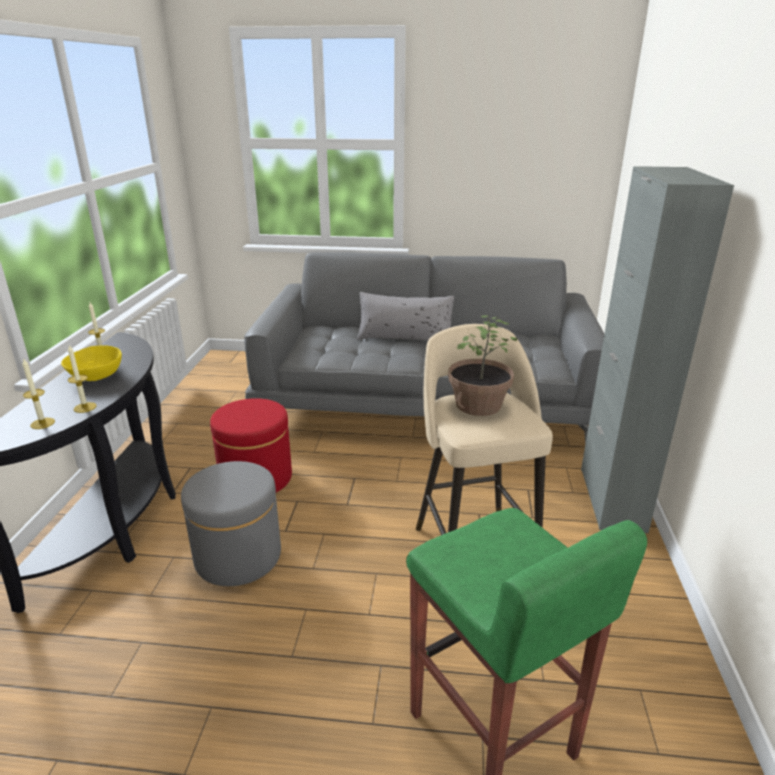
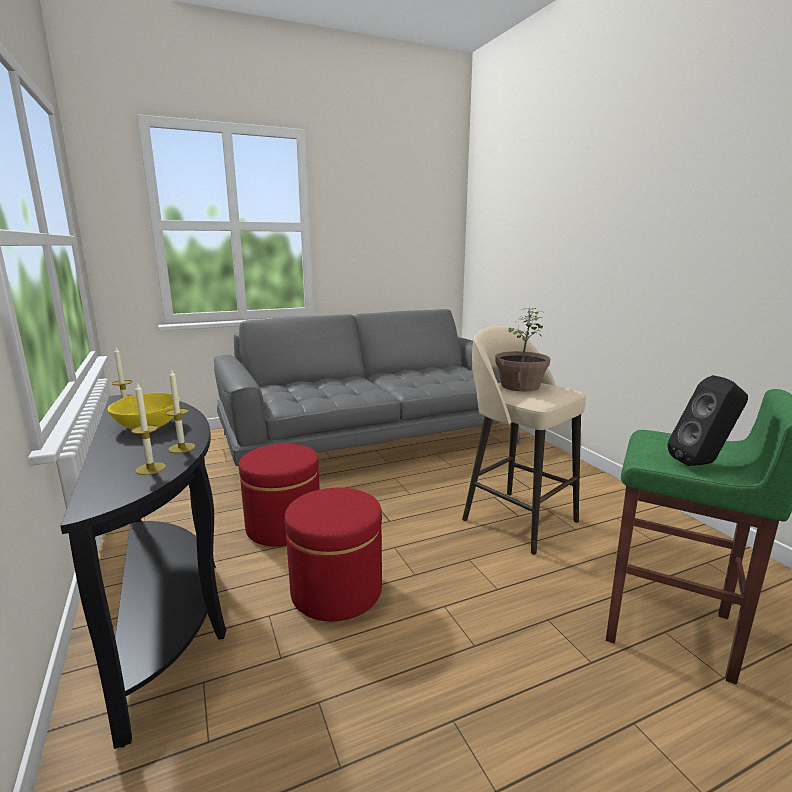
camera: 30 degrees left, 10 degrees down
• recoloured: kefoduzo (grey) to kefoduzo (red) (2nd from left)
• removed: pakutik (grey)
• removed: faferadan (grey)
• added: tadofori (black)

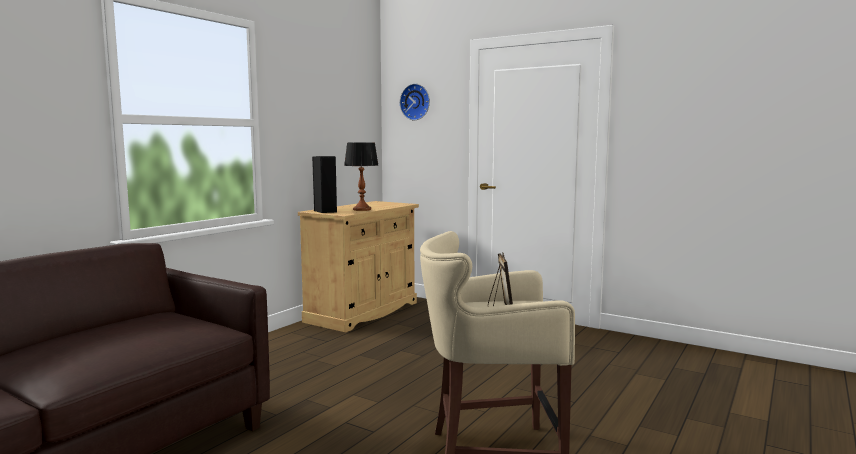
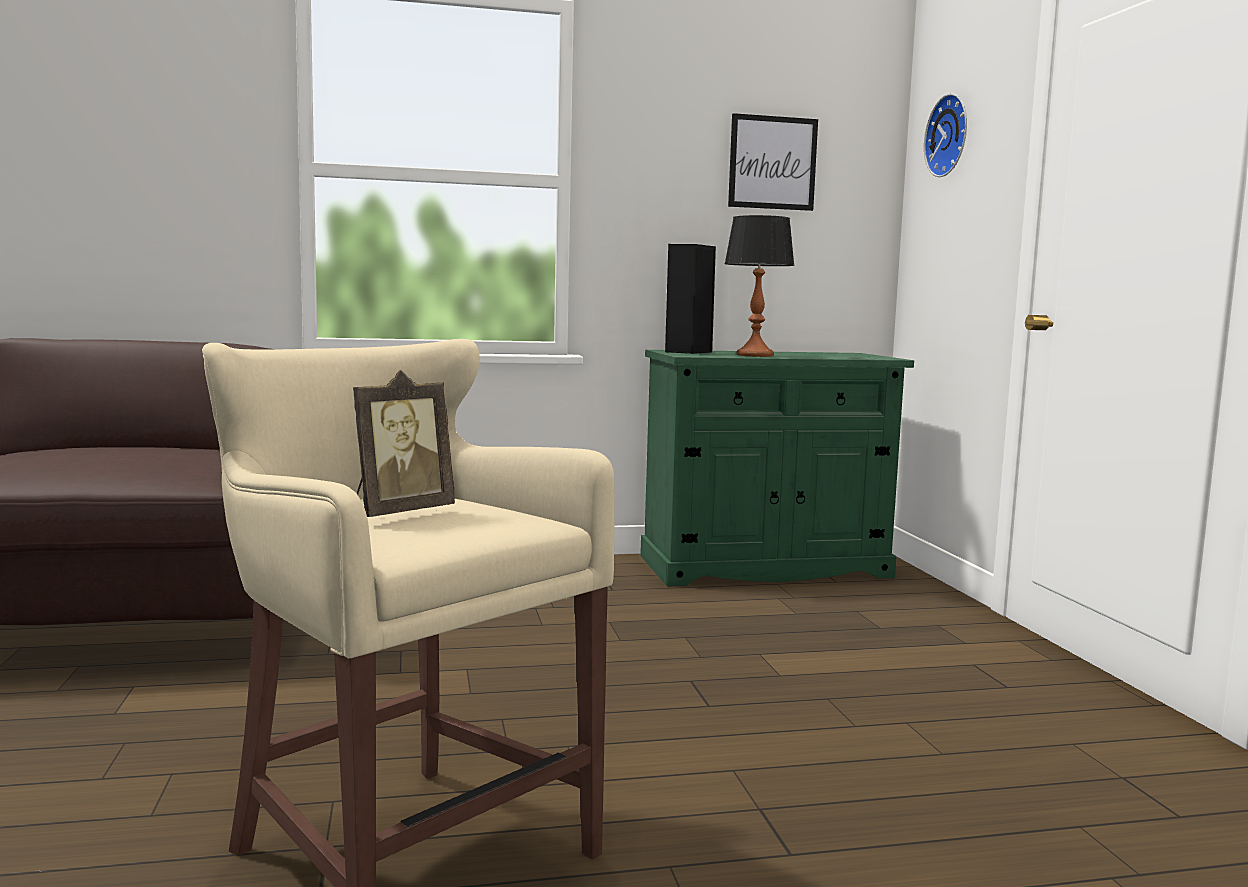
camera: 45 degrees right, 0 degrees up
• recoloured: faferadan (beige) to faferadan (green)
• added: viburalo

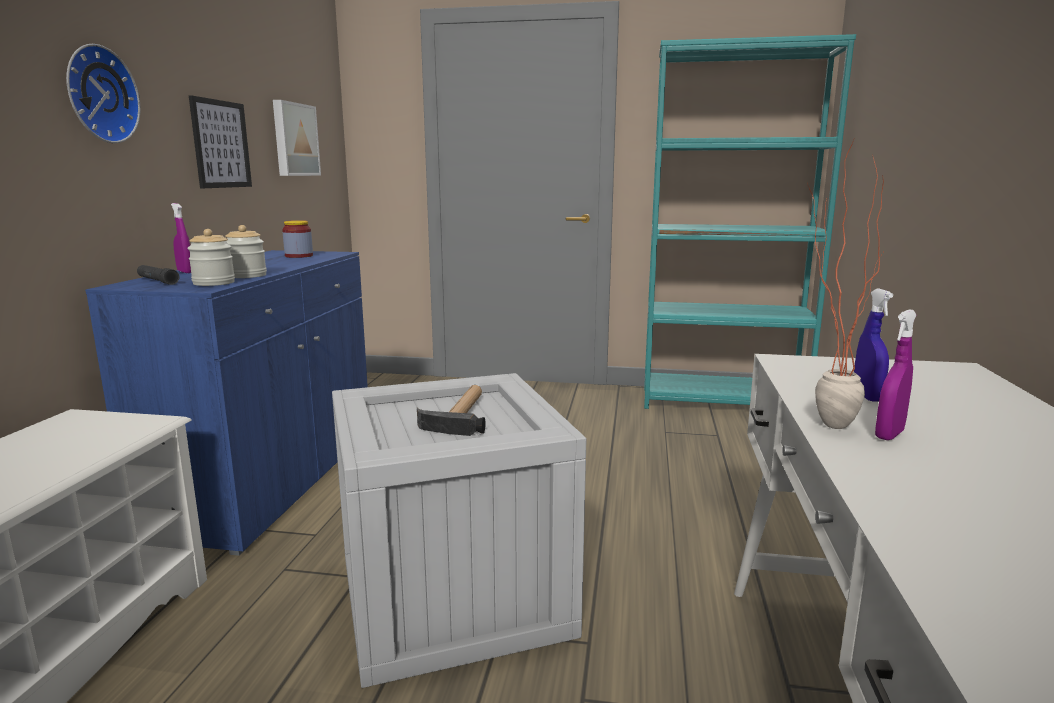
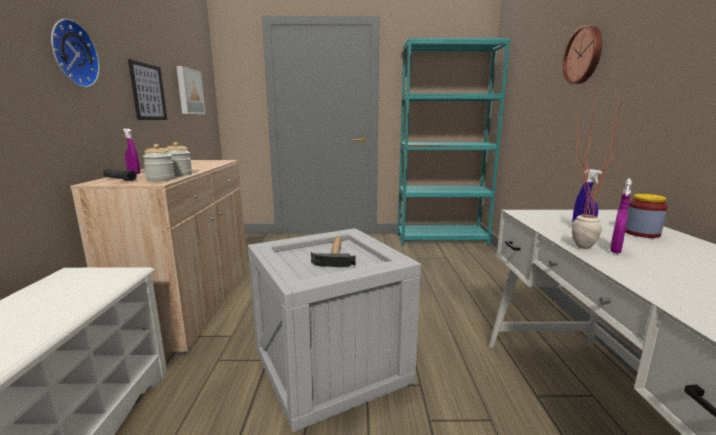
camera: 10 degrees left, 0 degrees up
• recoloured: faferadan (blue) to faferadan (beige)
• moved: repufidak (3rd from left)
• added: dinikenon (2nd from left)

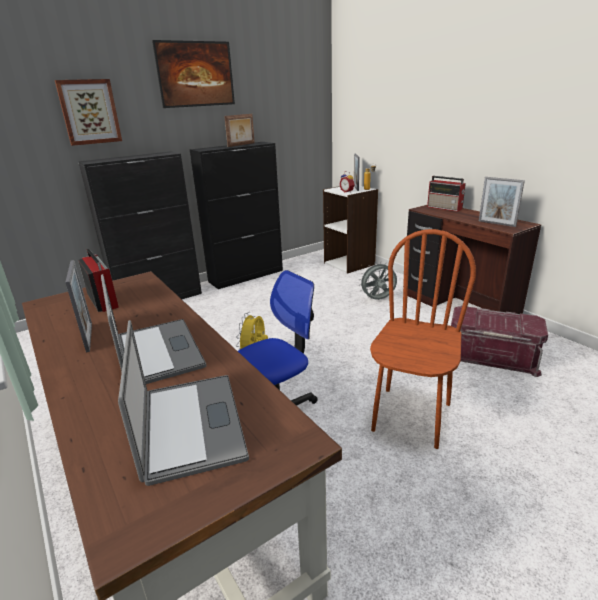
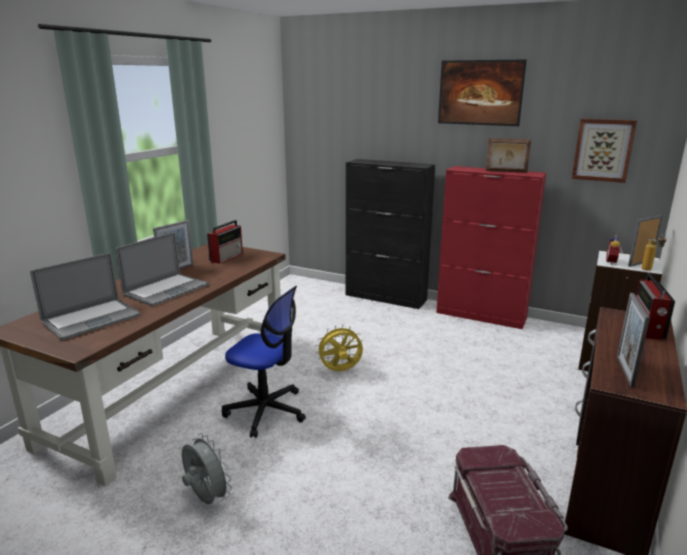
camera: 60 degrees right, 5 degrees down
• moved: viburalo (1st from left in the first image) to viburalo (2nd from left)
• recoloured: faferadan (black) (2nd from left) to faferadan (red)
• moved: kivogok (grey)
• removed: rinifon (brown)

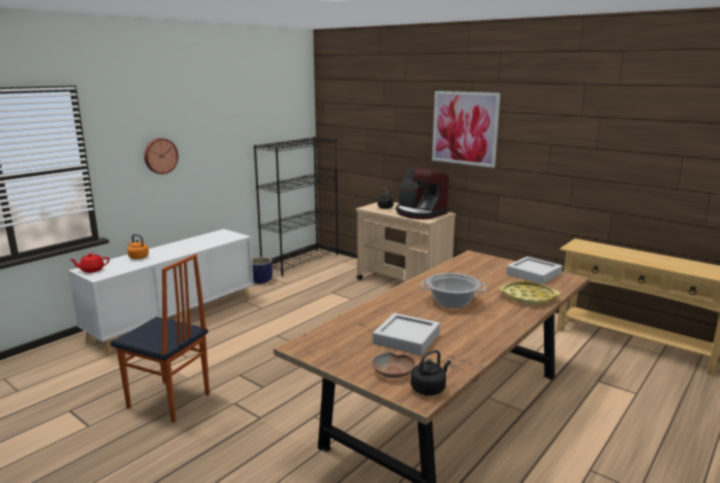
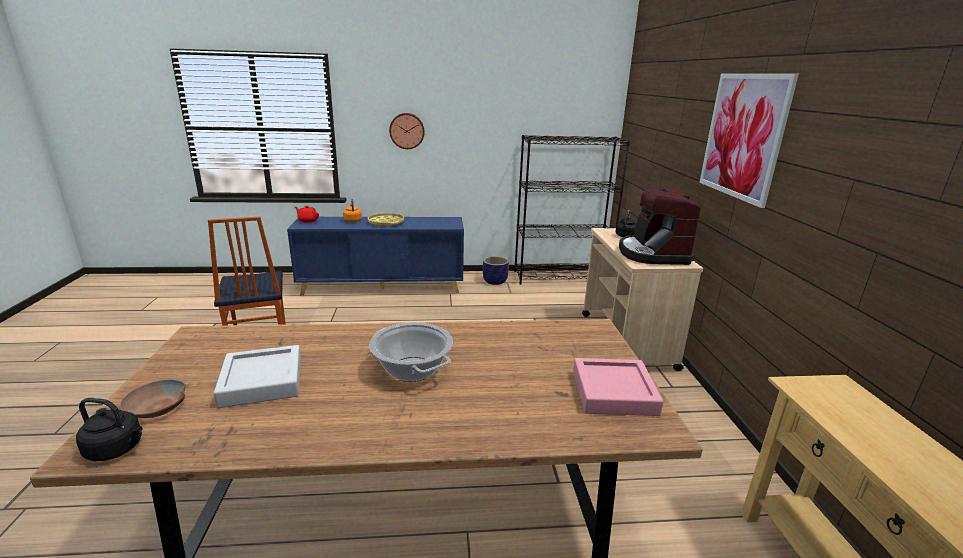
camera: 45 degrees right, 5 degrees up
• recoloured: faferadan (white) to faferadan (blue)
• moved: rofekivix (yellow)
• recoloured: rofekivix (grey) (2nd from left) to rofekivix (pink)

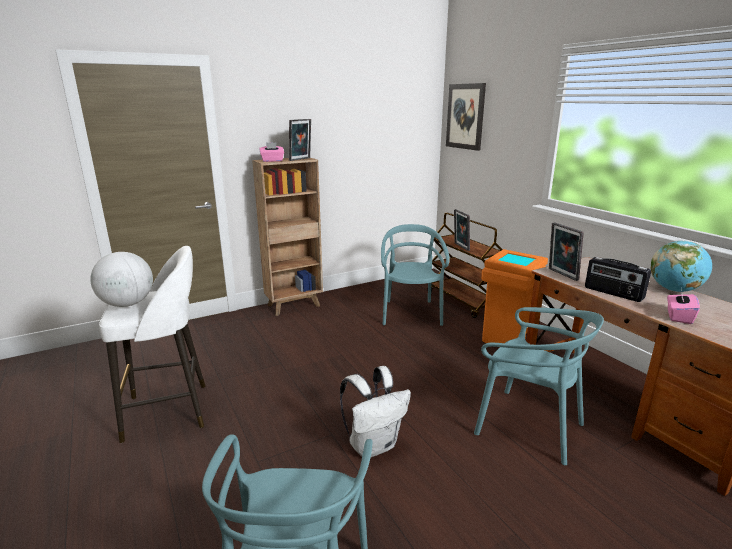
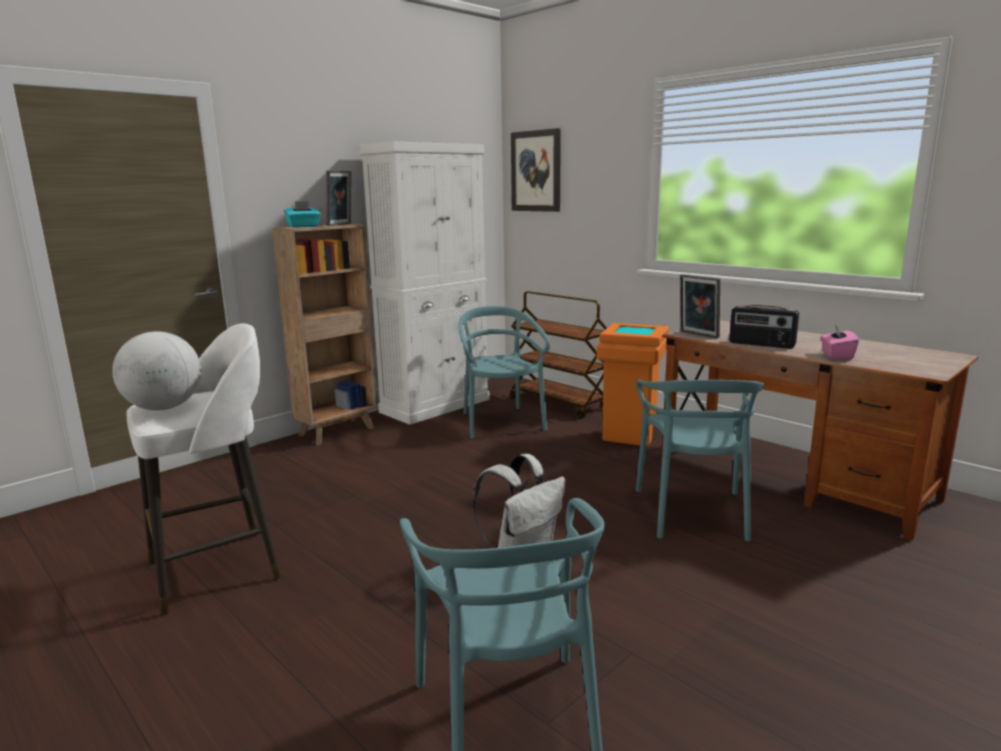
camera: 15 degrees left, 5 degrees down
• recoloured: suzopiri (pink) (1st from left) to suzopiri (turquoise)
• removed: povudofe (2nd from left)
• turned: rinifon (turquoise) (3rd from left) 75 degrees clockwise
• removed: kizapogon (2nd from left)
• added: faferadan (white)

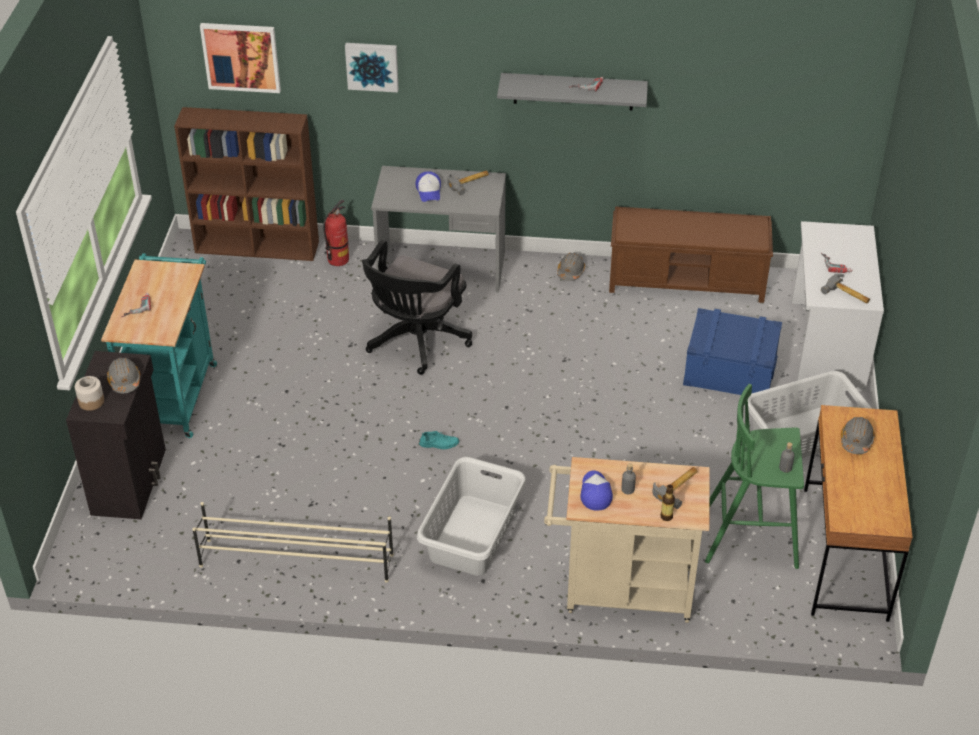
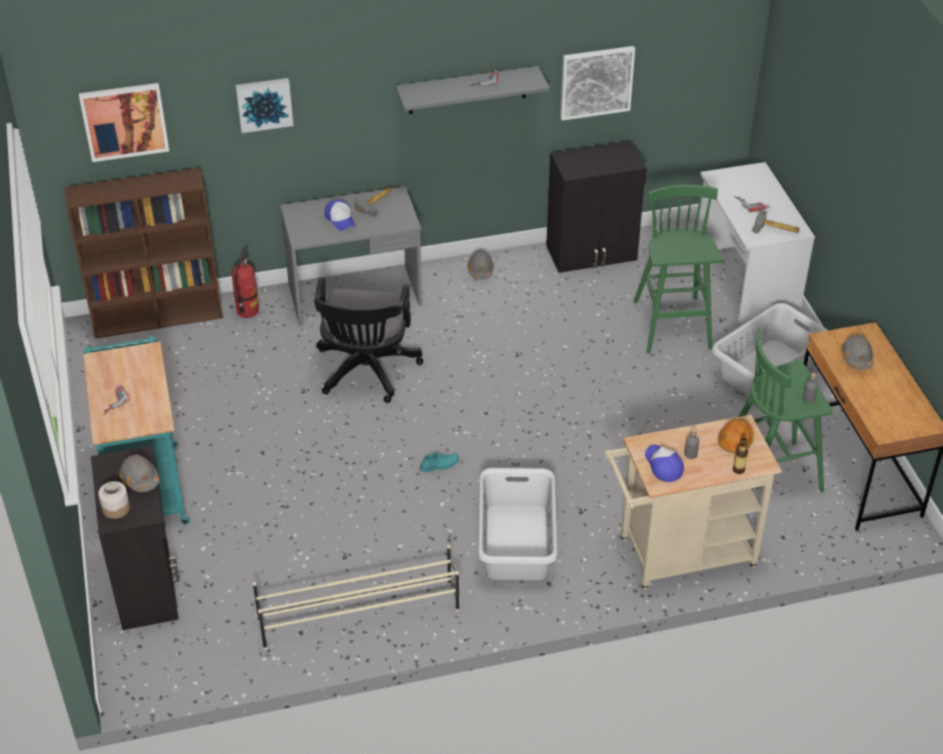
camera: 20 degrees left, 0 degrees up
• replaced: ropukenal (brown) to faferadan (black) (2nd from left)
• replaced: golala (2nd from left) to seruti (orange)
• replaced: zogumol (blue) to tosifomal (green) (1st from left)
• added: viburalo (3rd from left)

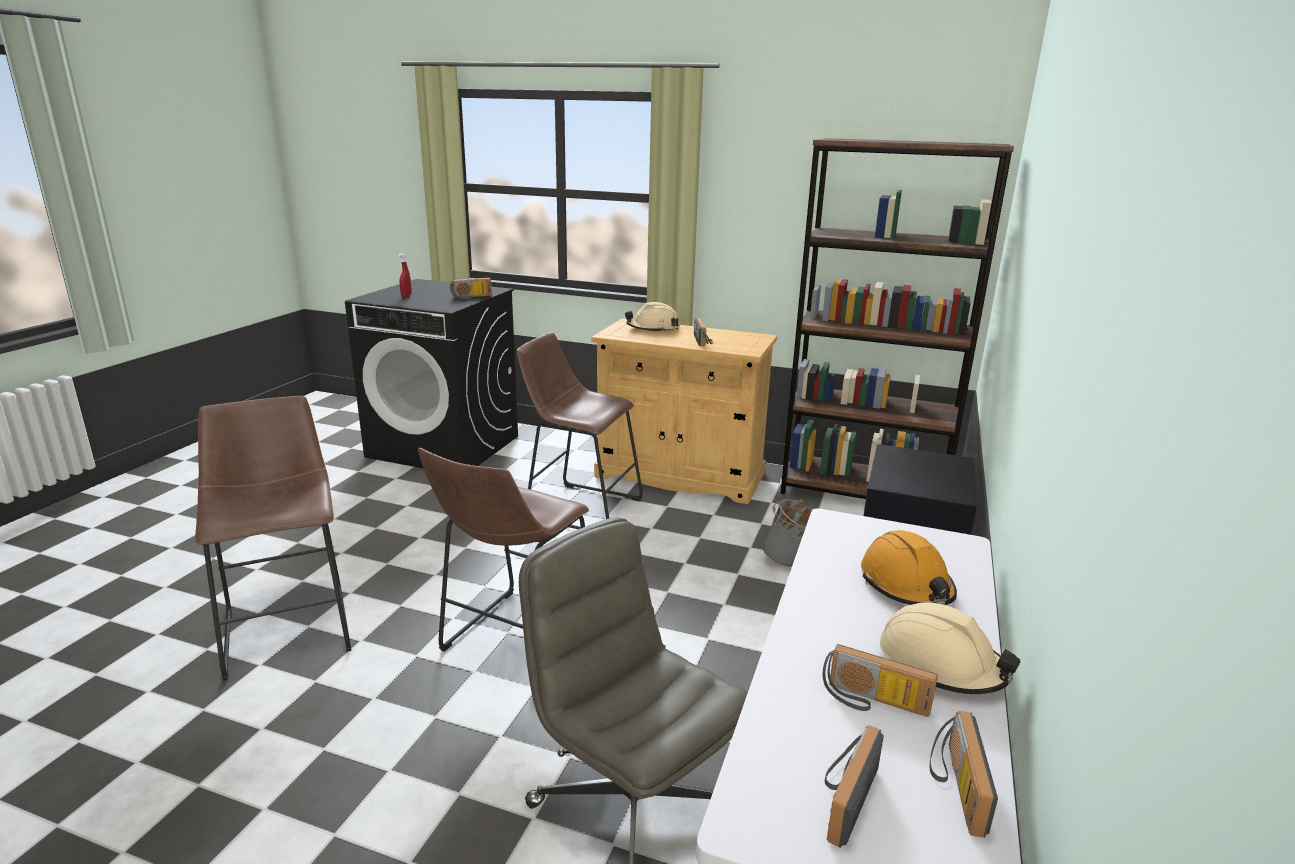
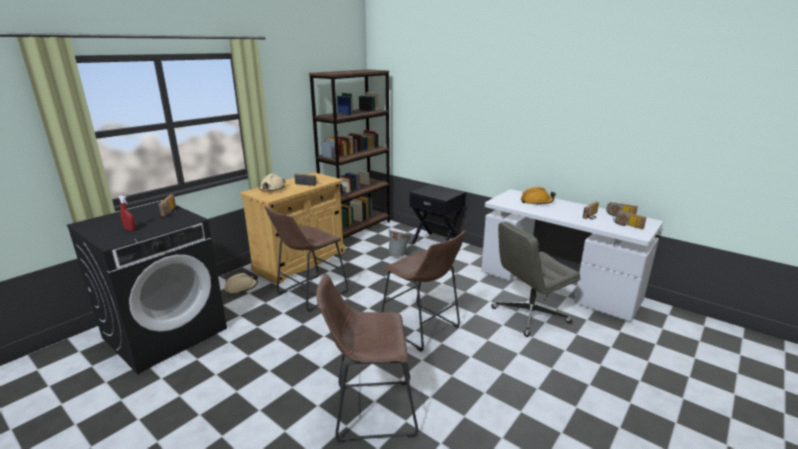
camera: 70 degrees left, 0 degrees up
• moved: seruti (beige) (2nd from left in the first image) to seruti (beige) (1st from left)

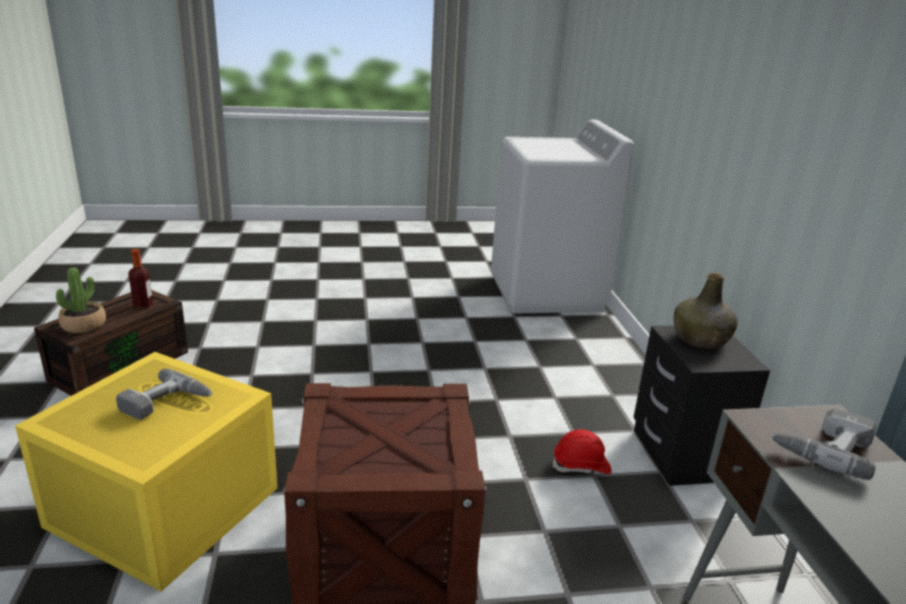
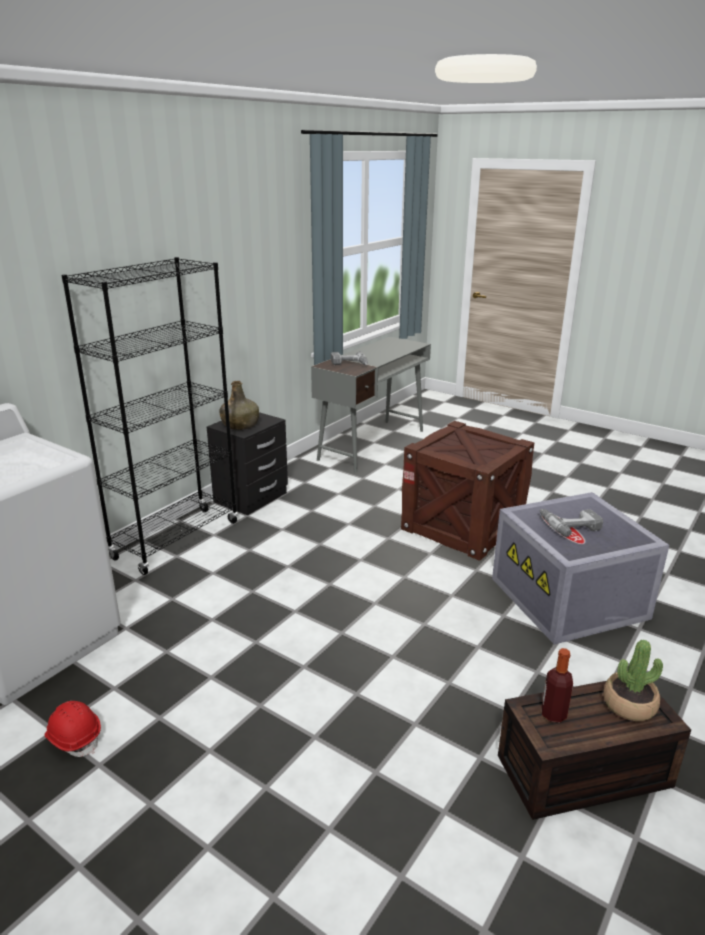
camera: 135 degrees left, 0 degrees up
• recoloured: zogumol (yellow) to zogumol (grey)
• moved: seruti (red)
• added: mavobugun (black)

